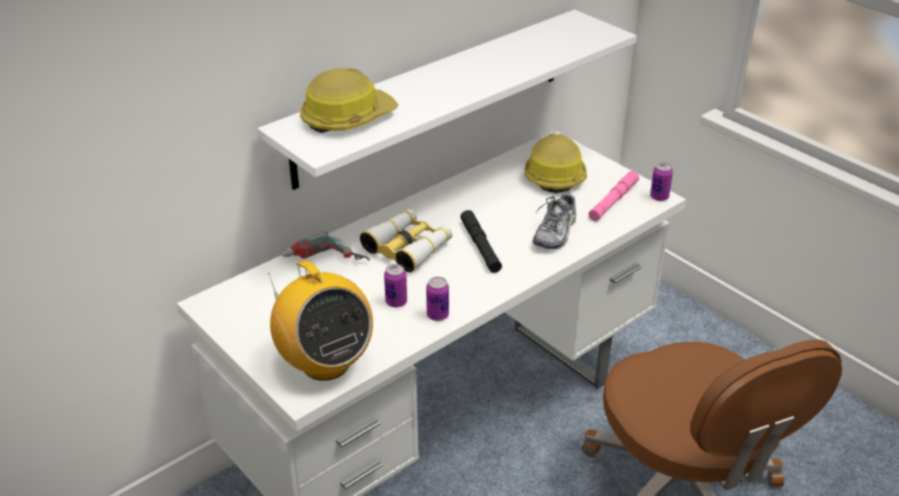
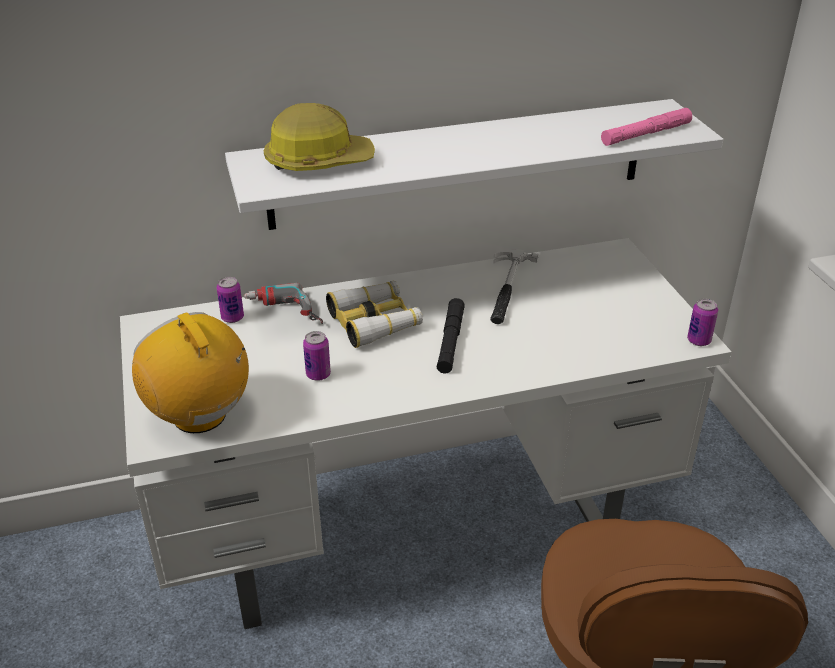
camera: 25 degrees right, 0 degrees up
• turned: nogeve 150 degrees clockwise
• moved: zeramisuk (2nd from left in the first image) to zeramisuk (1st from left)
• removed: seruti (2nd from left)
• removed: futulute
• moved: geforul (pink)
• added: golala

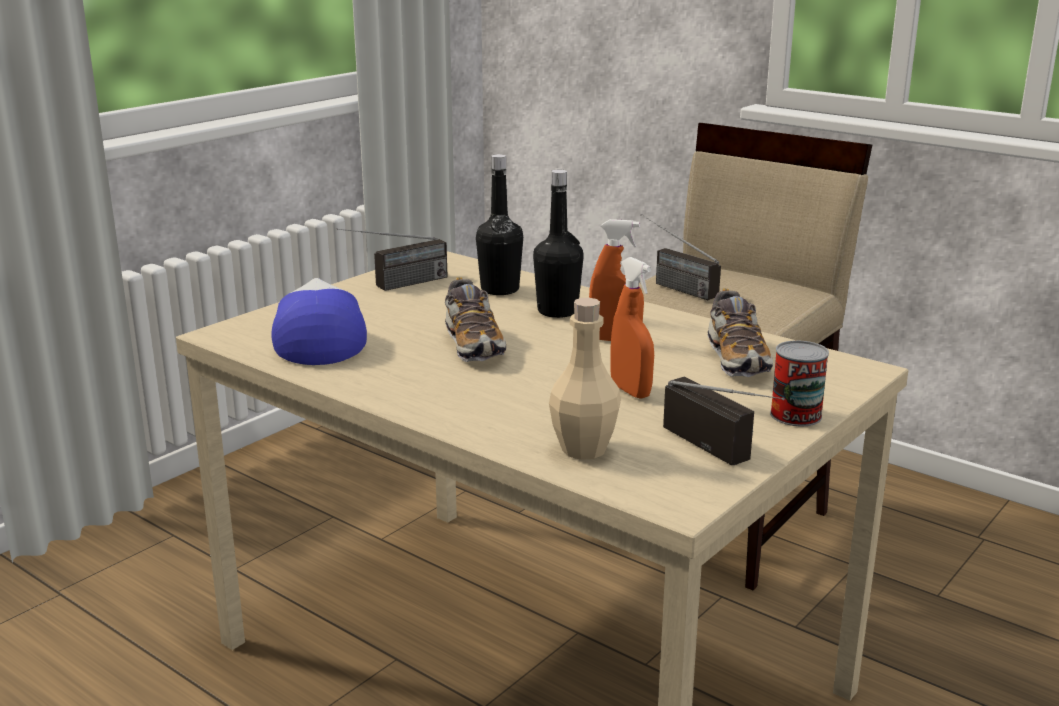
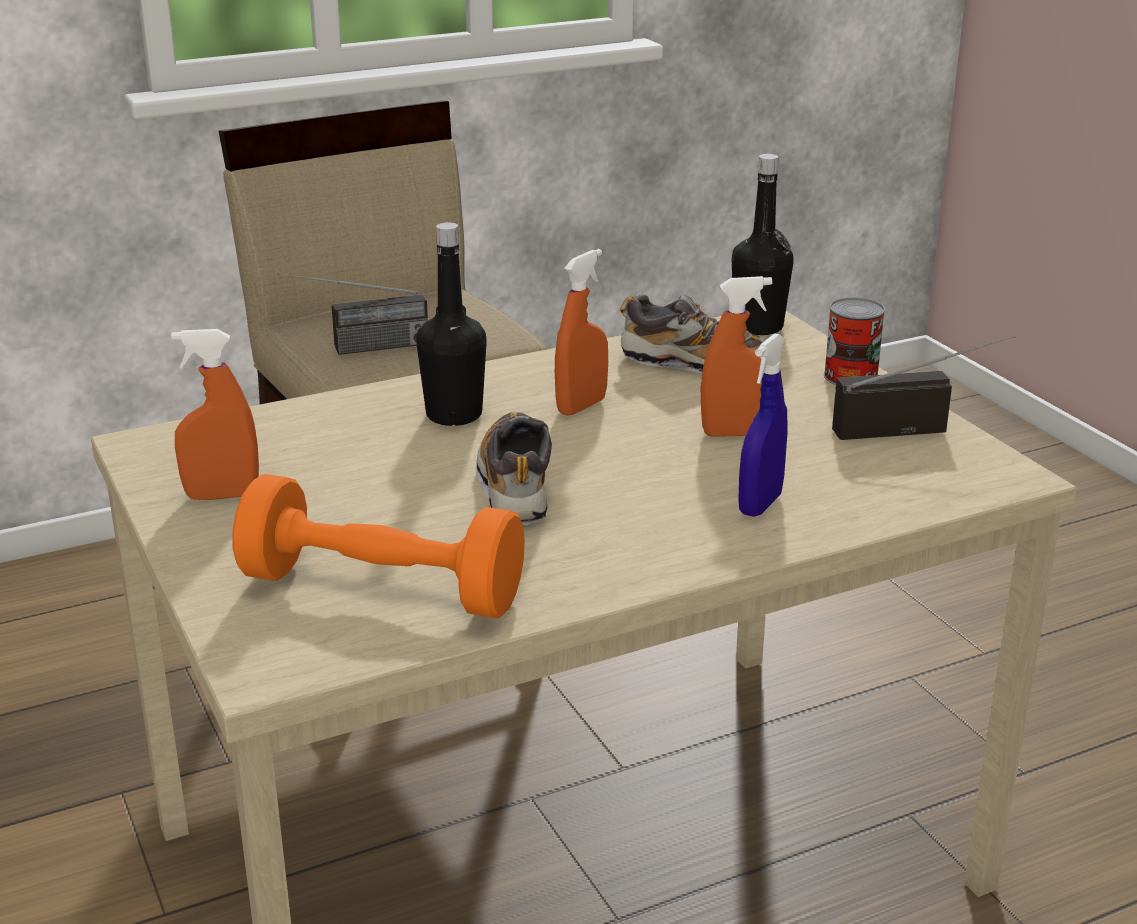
camera: 65 degrees left, 5 degrees up
• replaced: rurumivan to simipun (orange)
• replaced: nogeve (1st from left) to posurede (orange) (1st from left)
• turned: futulute (1st from left) 105 degrees counterclockwise
• moved: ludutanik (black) (1st from left in the first image) to ludutanik (black) (2nd from left)
• removed: ludutanik (beige)
• added: posurede (blue)

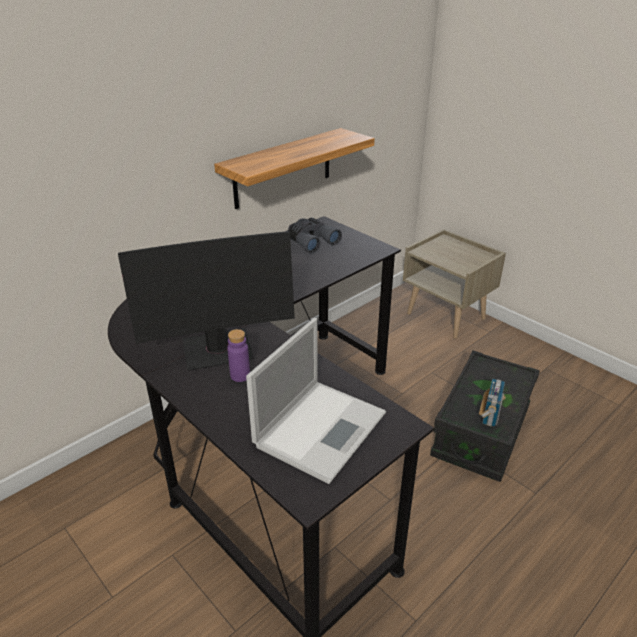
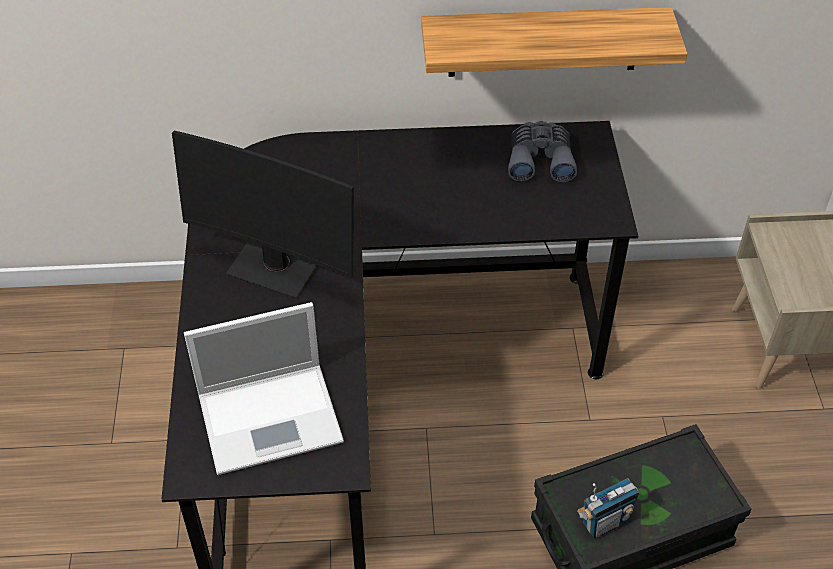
camera: 40 degrees right, 15 degrees up
• removed: ludutanik (purple)

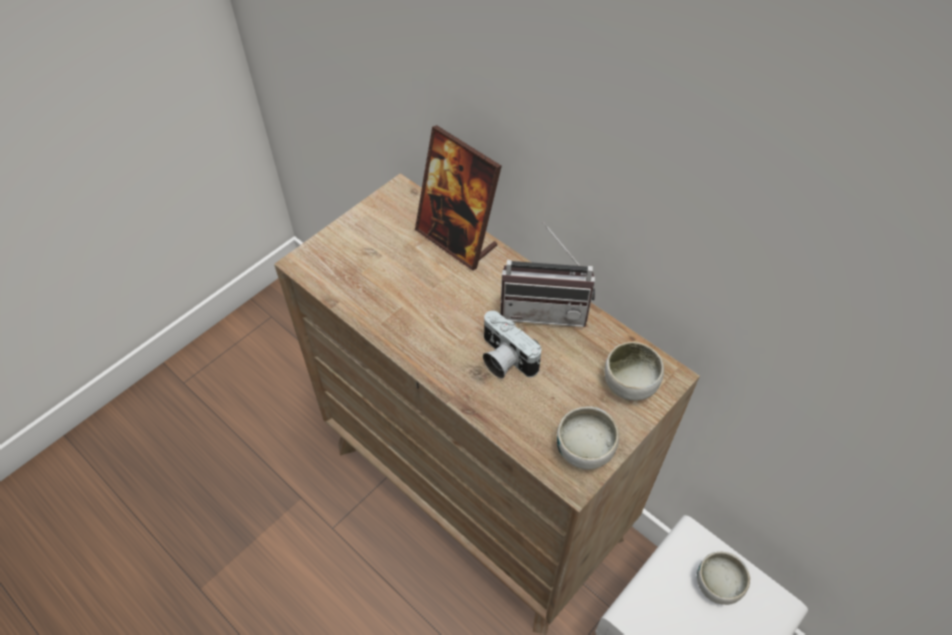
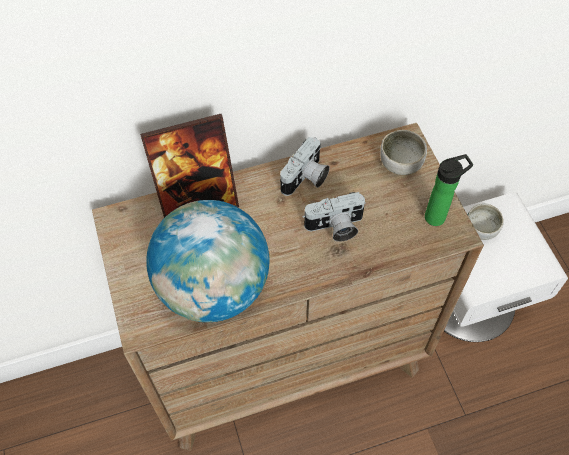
camera: 60 degrees left, 5 degrees up
• replaced: nogeve to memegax (1st from left)
• replaced: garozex (1st from left) to ludutanik
• added: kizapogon

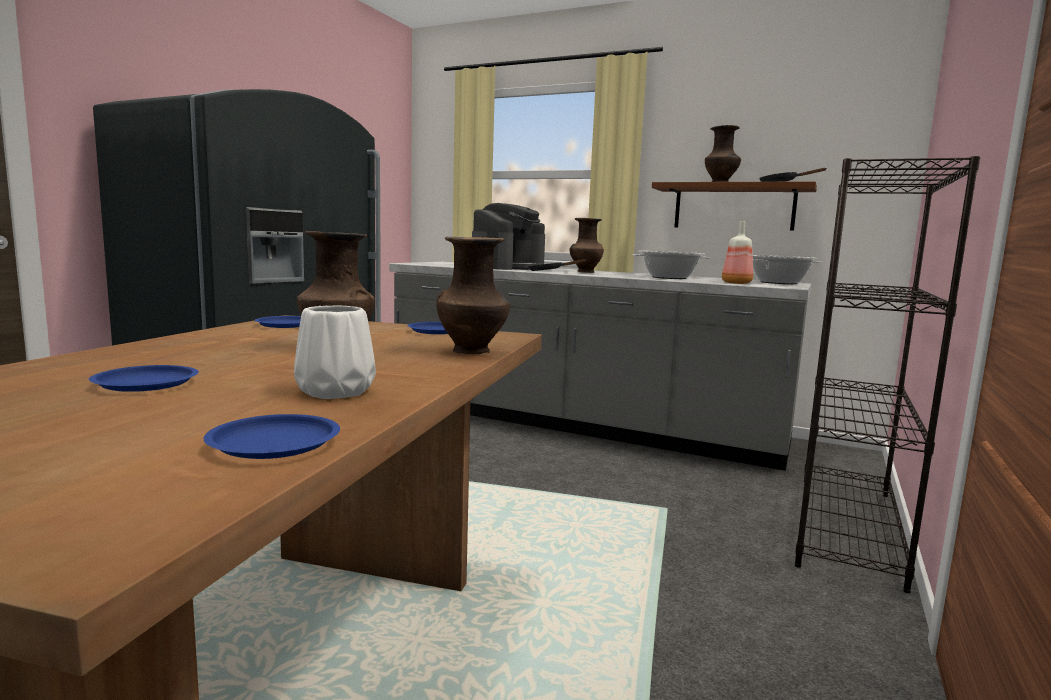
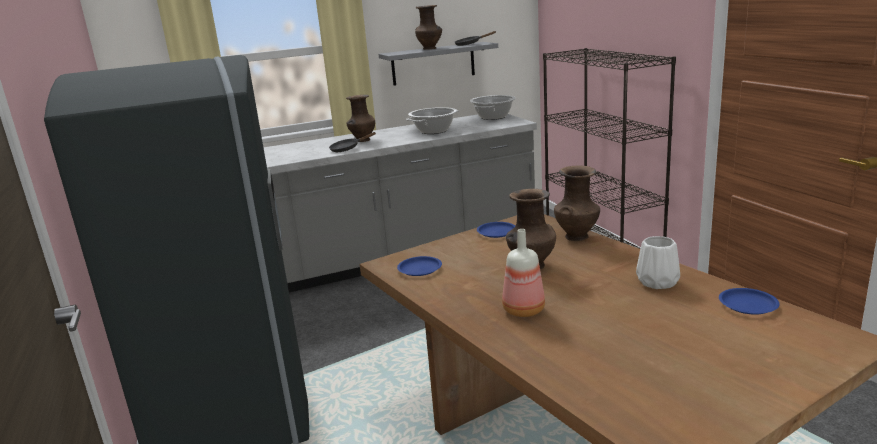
camera: 45 degrees left, 10 degrees up
• removed: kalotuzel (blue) (1st from left)
• removed: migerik
• recoloured: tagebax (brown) to tagebax (grey)
• moved: ludutanik

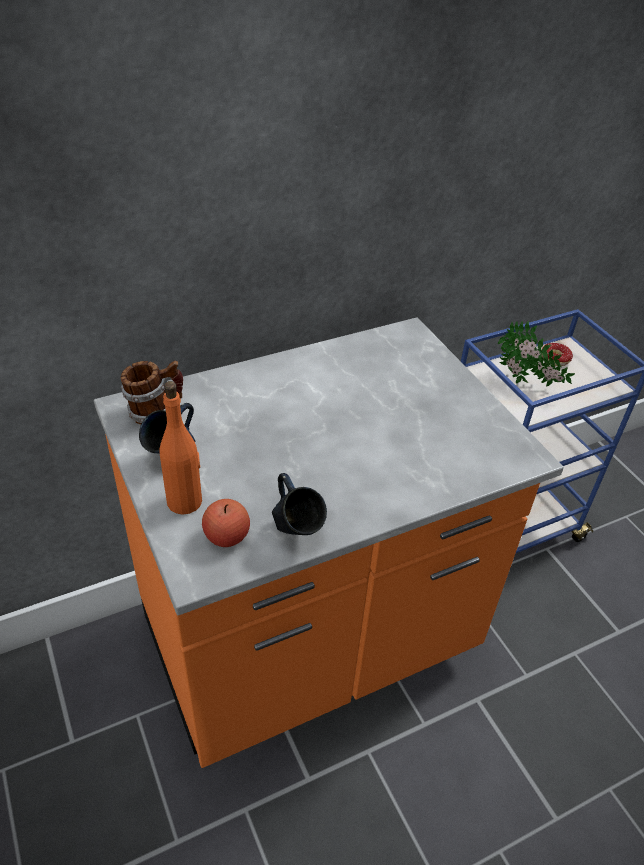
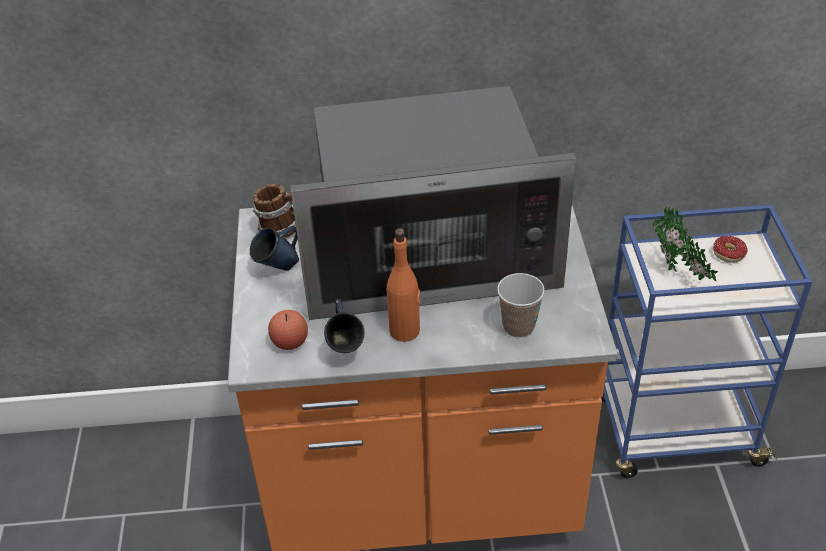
camera: 25 degrees right, 0 degrees up
• moved: ludutanik (orange)
• added: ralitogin
• added: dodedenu

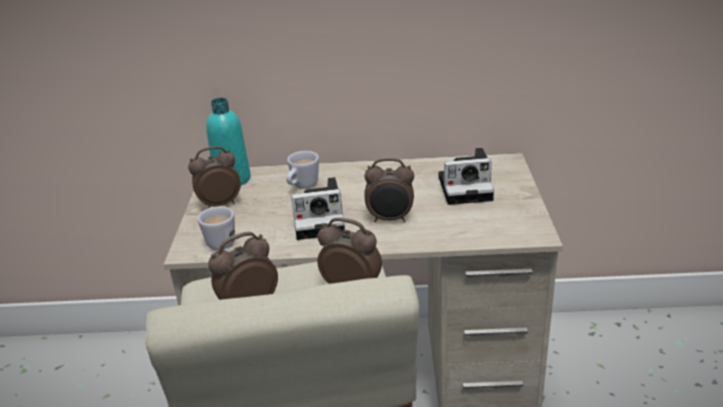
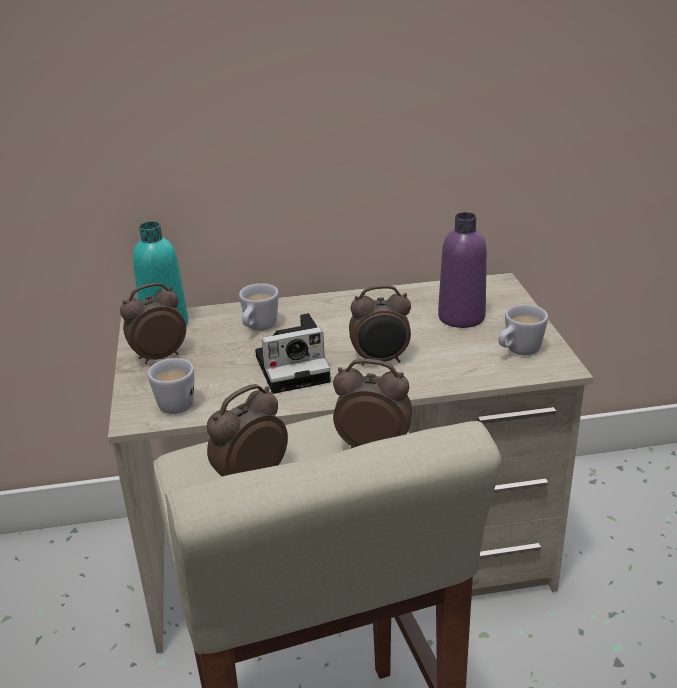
camera: 10 degrees left, 0 degrees up
• replaced: memegax (2nd from left) to ludutanik (purple)
• added: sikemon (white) (3rd from left)

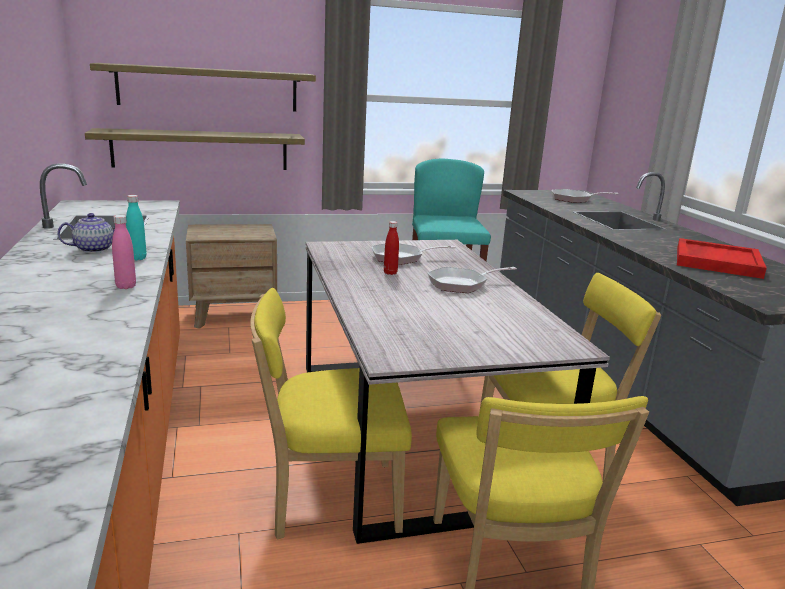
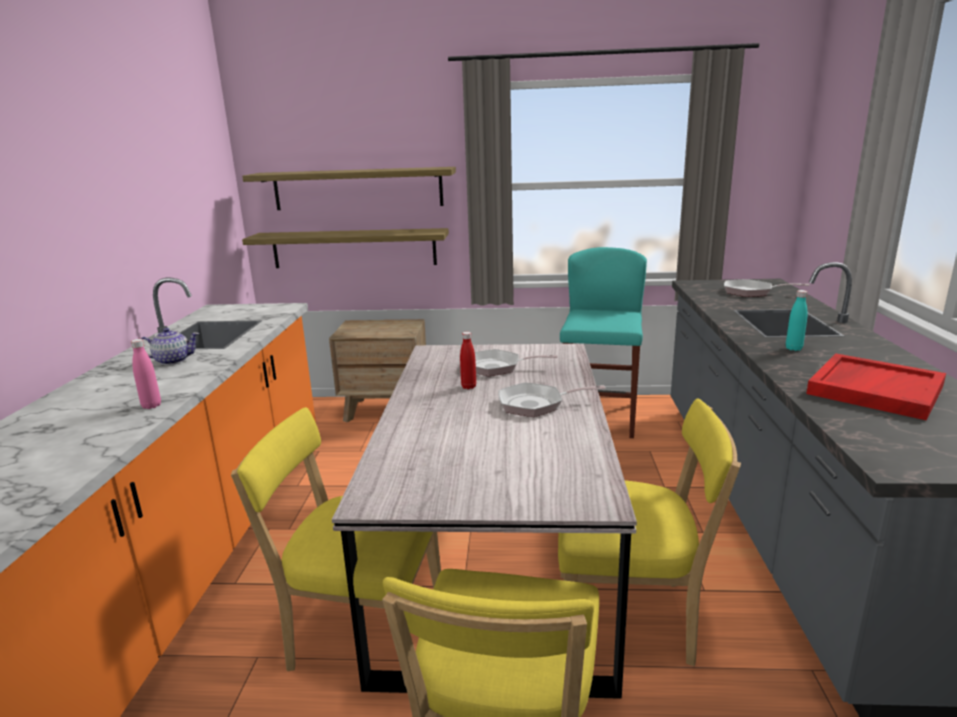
camera: 20 degrees right, 0 degrees up
• moved: ludutanik (turquoise)

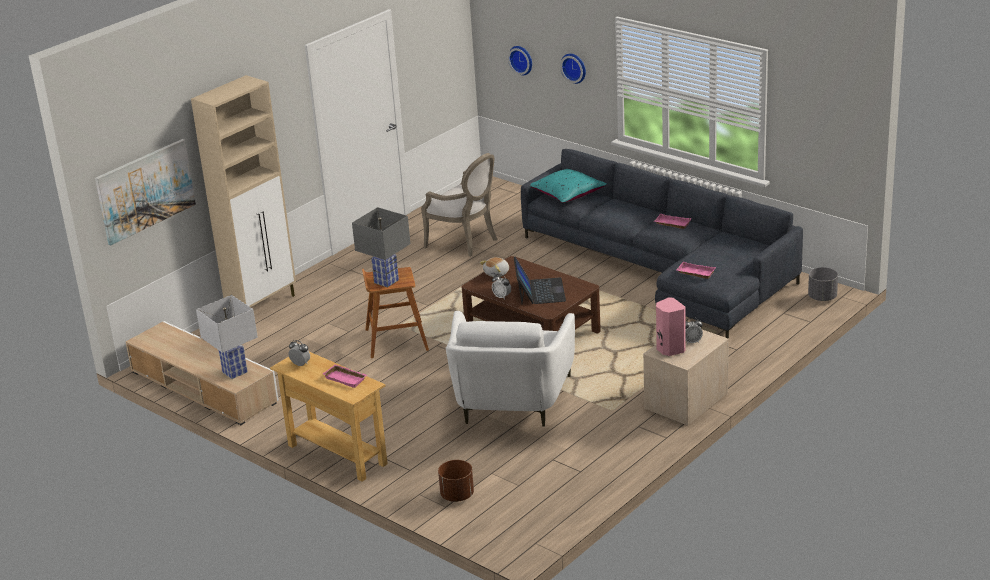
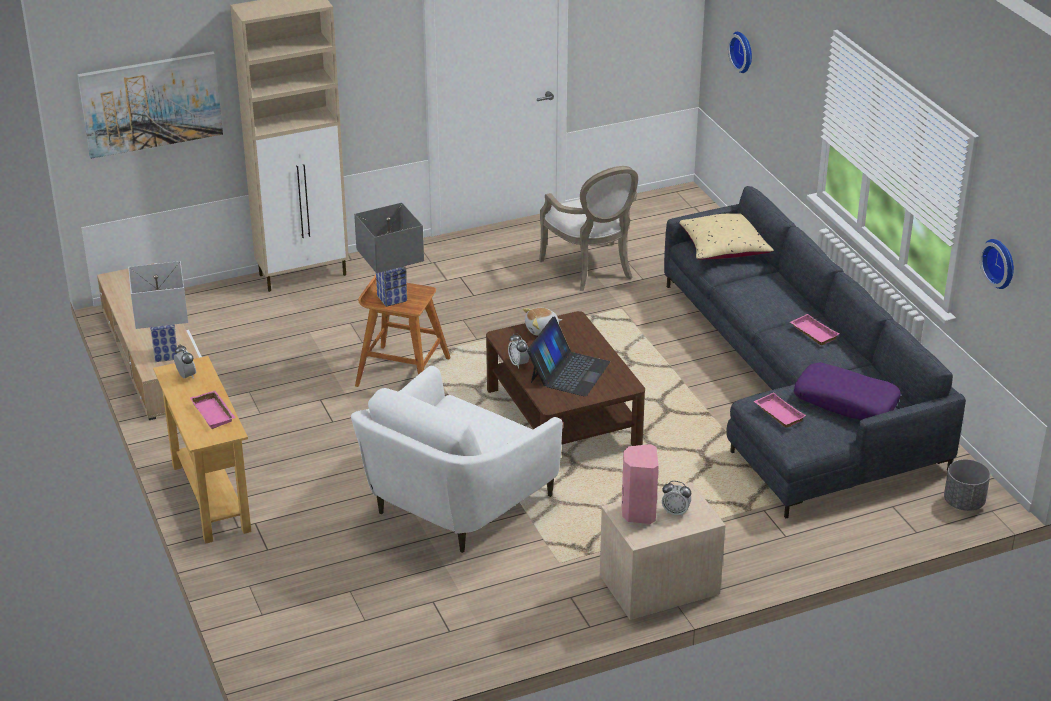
camera: 25 degrees right, 5 degrees up
• removed: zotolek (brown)
• recoloured: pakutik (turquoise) to pakutik (beige)
• moved: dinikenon (2nd from left)
• added: pakutik (purple)

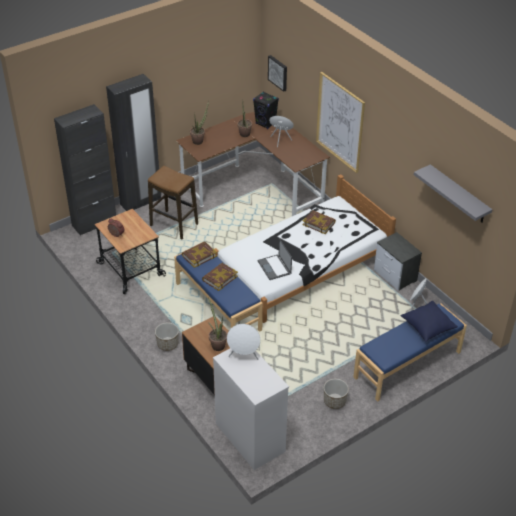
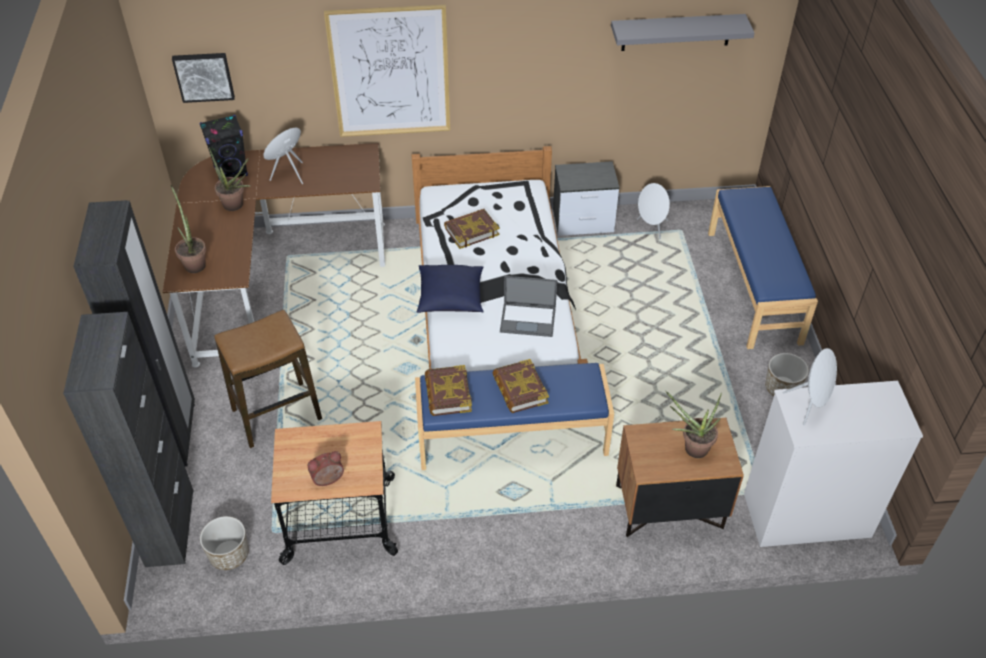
camera: 60 degrees left, 5 degrees up
• moved: zotolek (1st from left)
• moved: pakutik (blue)

